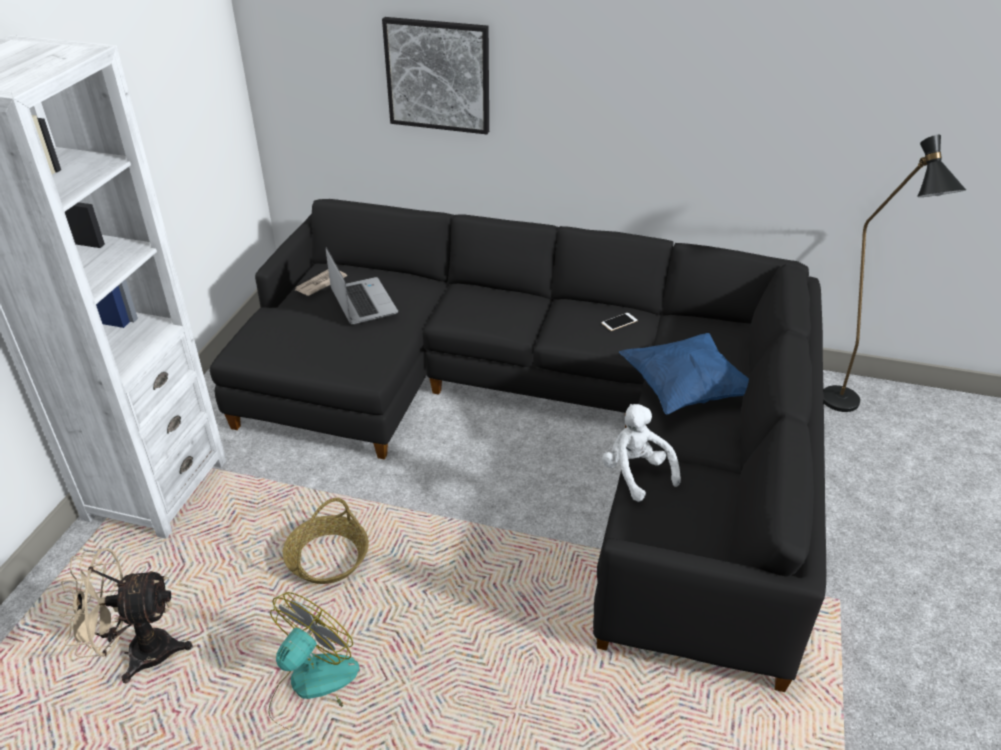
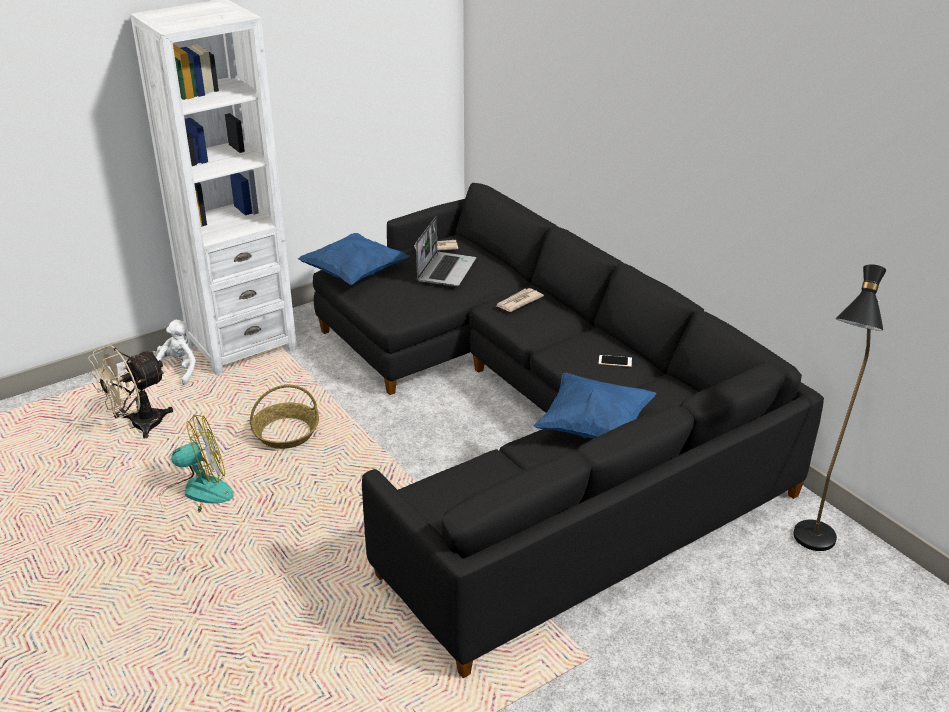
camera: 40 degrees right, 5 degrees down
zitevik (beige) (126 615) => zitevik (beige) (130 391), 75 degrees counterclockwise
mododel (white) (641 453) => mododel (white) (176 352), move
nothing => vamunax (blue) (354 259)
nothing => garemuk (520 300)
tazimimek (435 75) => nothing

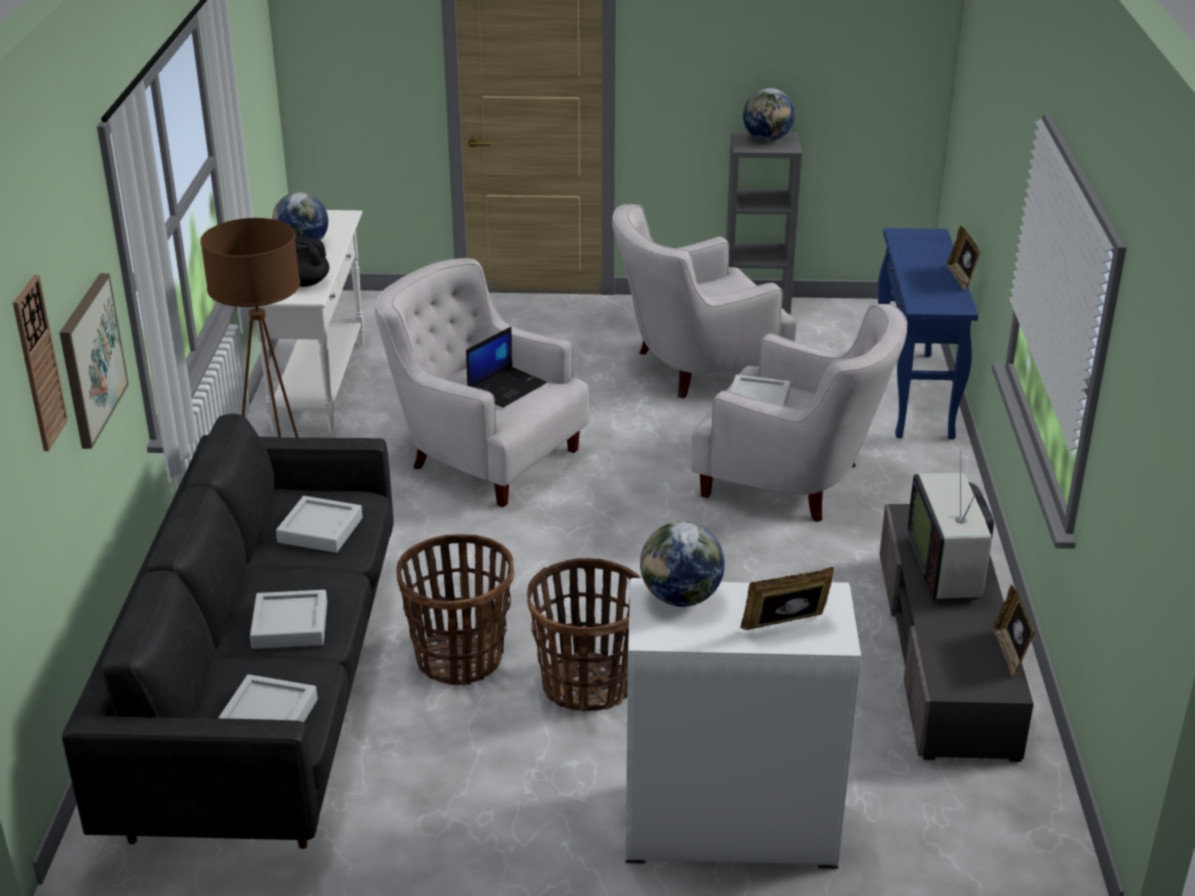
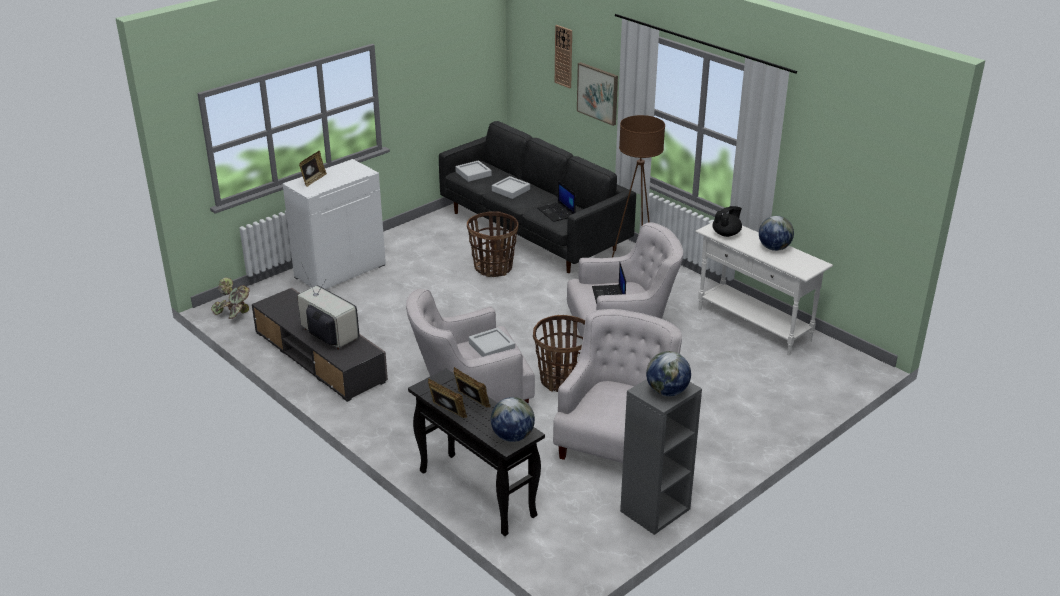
camera: 135 degrees right, 0 degrees up
nothing => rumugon (230 298)
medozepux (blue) (928 333) => medozepux (black) (476 452)
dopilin (1014 631) => dopilin (472 387), move
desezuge (682 564) => desezuge (513 419), move
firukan (583 635) => firukan (559 353), move
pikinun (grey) (319 524) => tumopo (556 201)

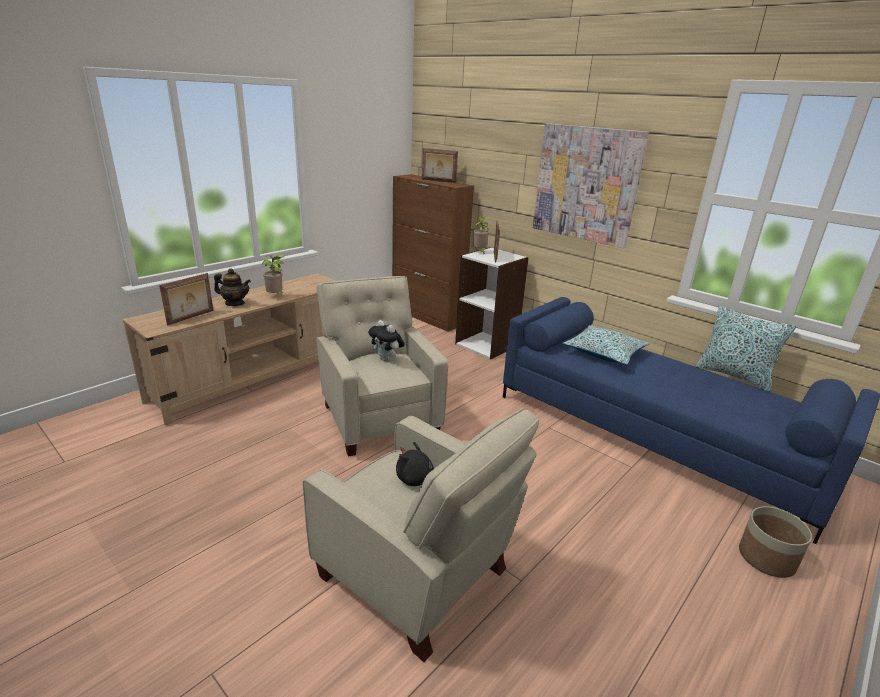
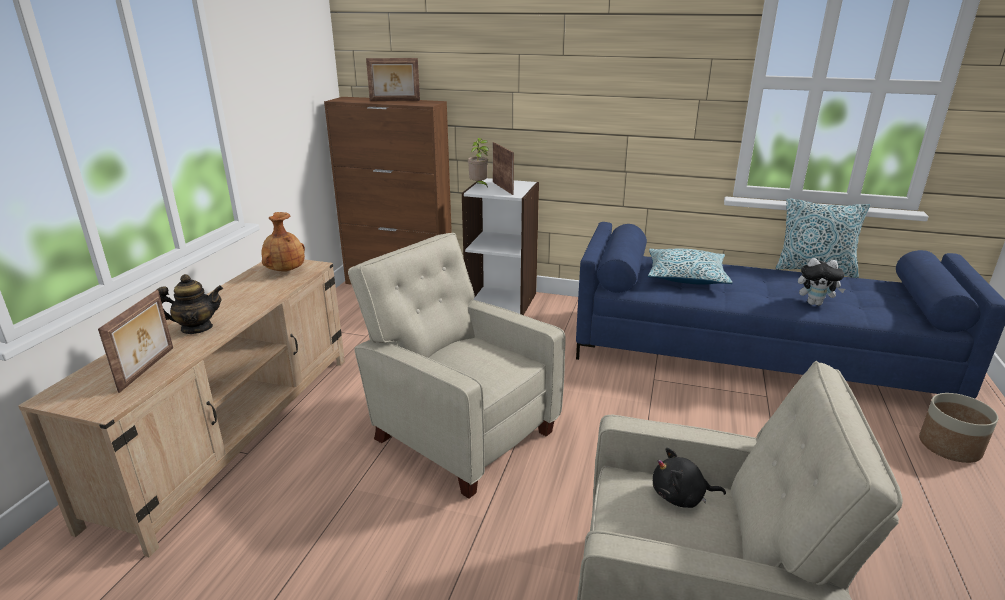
camera: 25 degrees left, 0 degrees up
nothing => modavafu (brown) (283 242)
mododel (386 340) => mododel (821 282), move
rumugon (273 274) => nothing
tazimimek (591 185) => nothing

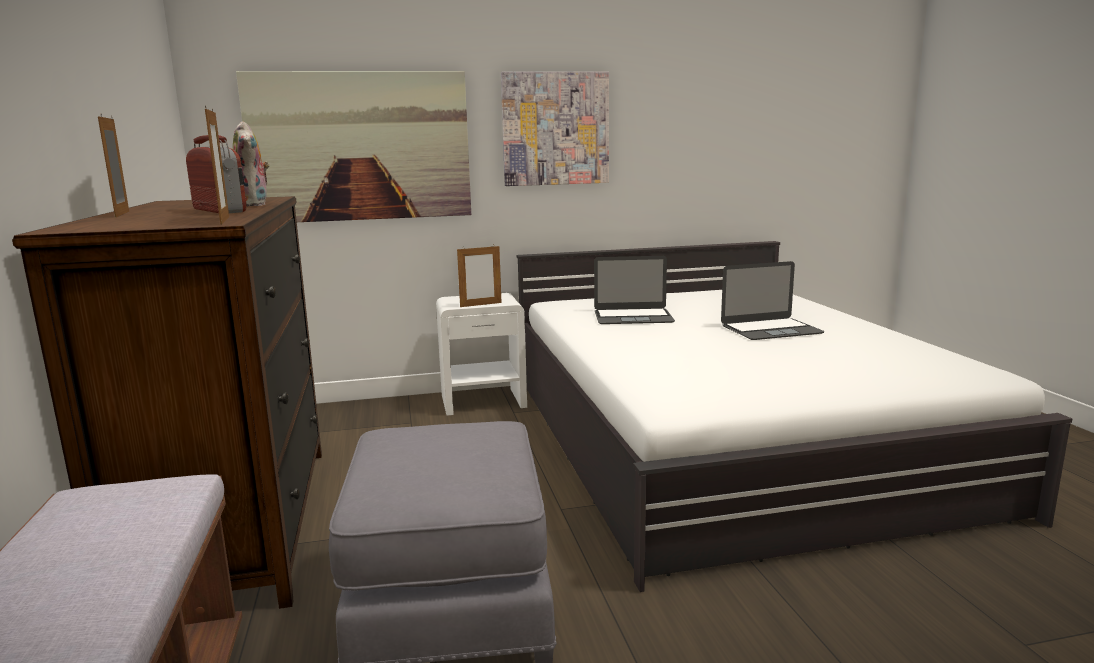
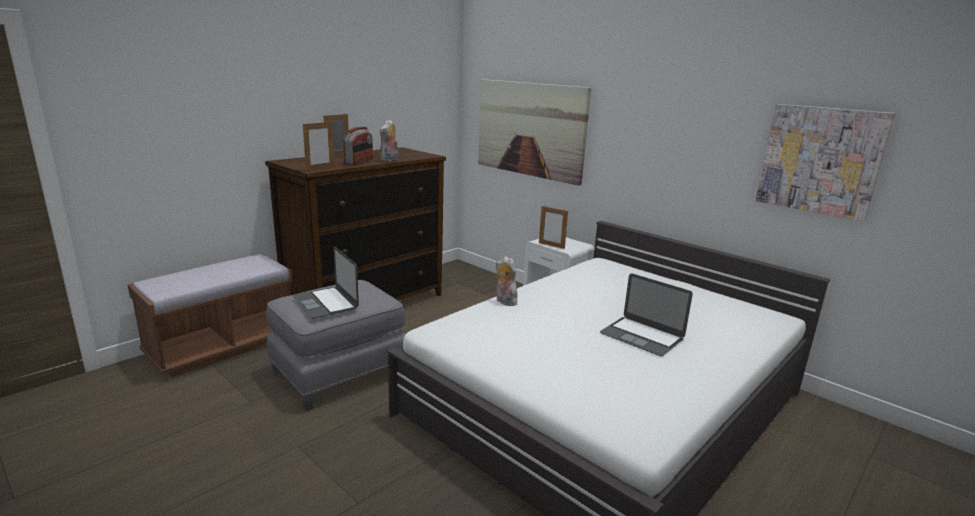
camera: 55 degrees right, 5 degrees up
tumopo (634 290) => tumopo (326 282), move
nothing => mododel (506 281)
tazimimek (555 129) => tazimimek (825 162), move

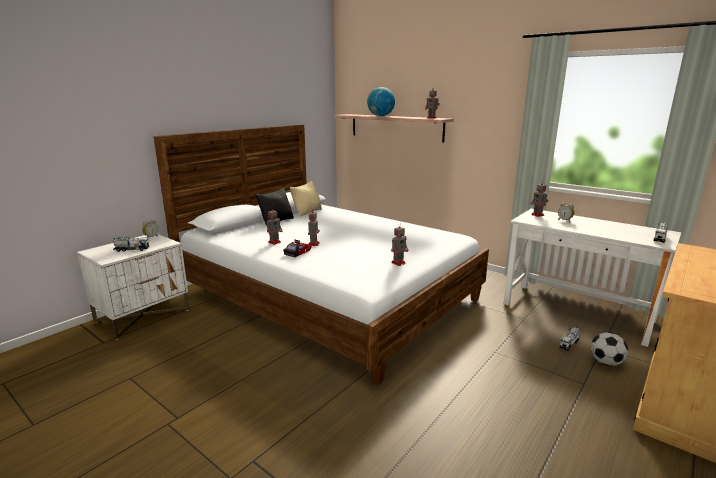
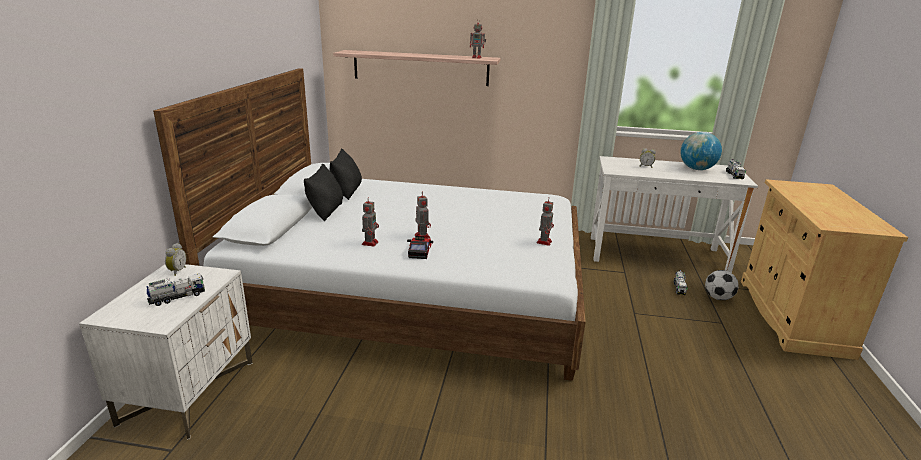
camera: 30 degrees left, 5 degrees up
vamunax (beige) (306 199) => vamunax (black) (345 174)
desezuge (381 101) => desezuge (701 151), move
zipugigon (539 199) => nothing

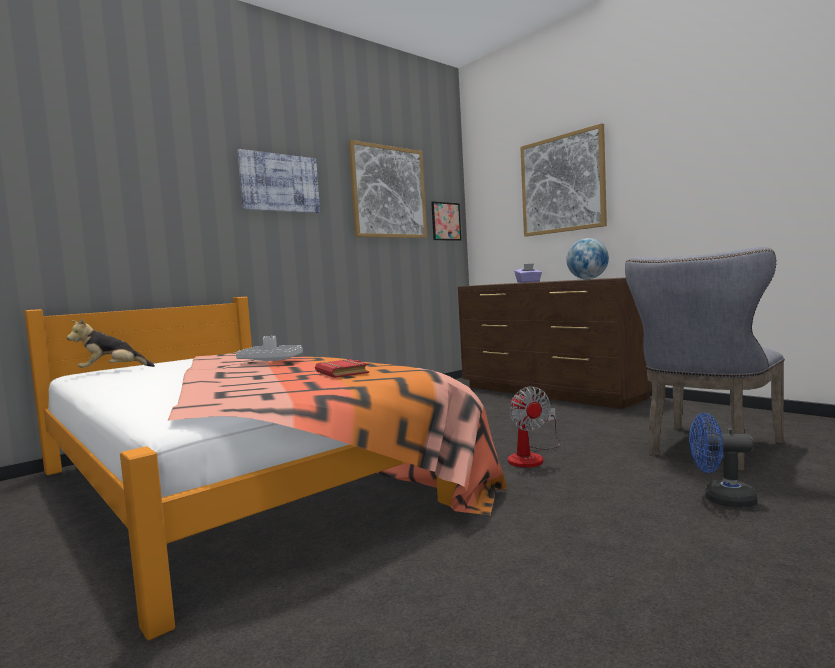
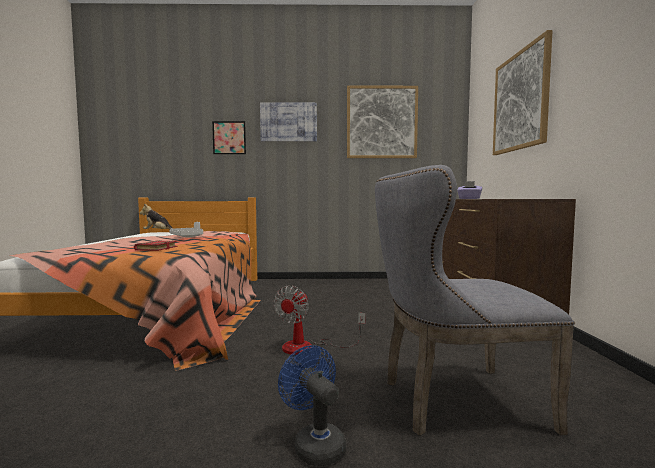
camera: 40 degrees right, 0 degrees up
tazimimek (446 221) => tazimimek (229 137), move
desezuge (587 258) => nothing

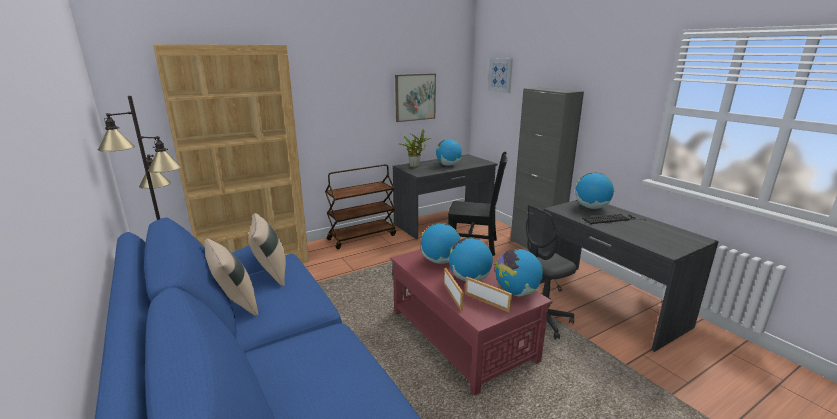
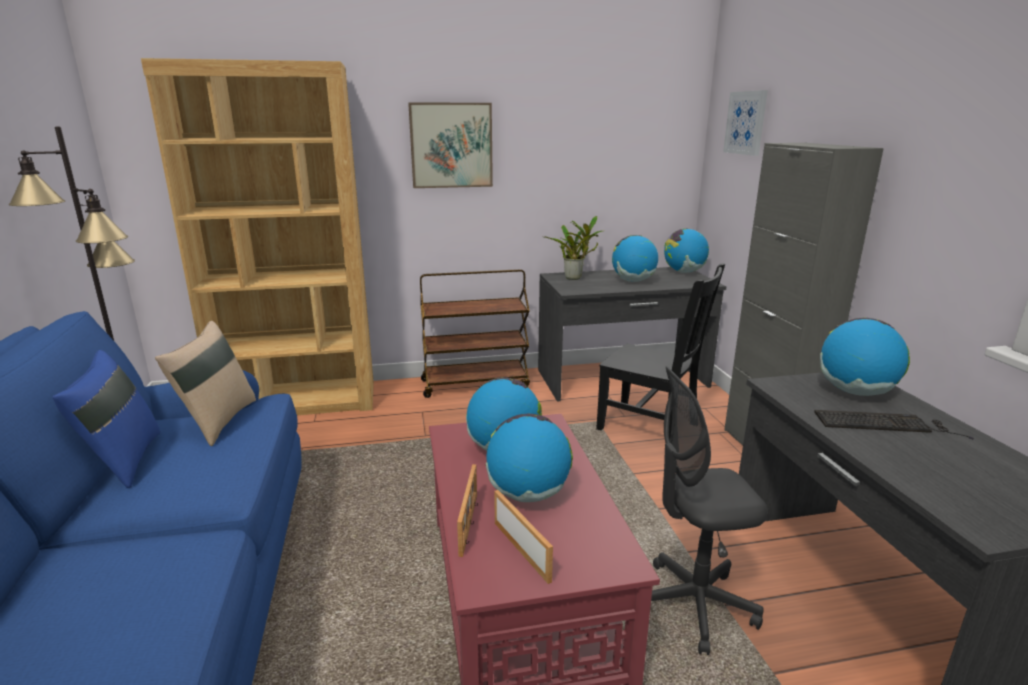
camera: 20 degrees right, 0 degrees up
vamunax (beige) (231 277) => vamunax (blue) (106 419)
tazimimek (415 97) => tazimimek (450 145), move
desezuge (519 272) => desezuge (686 250), move

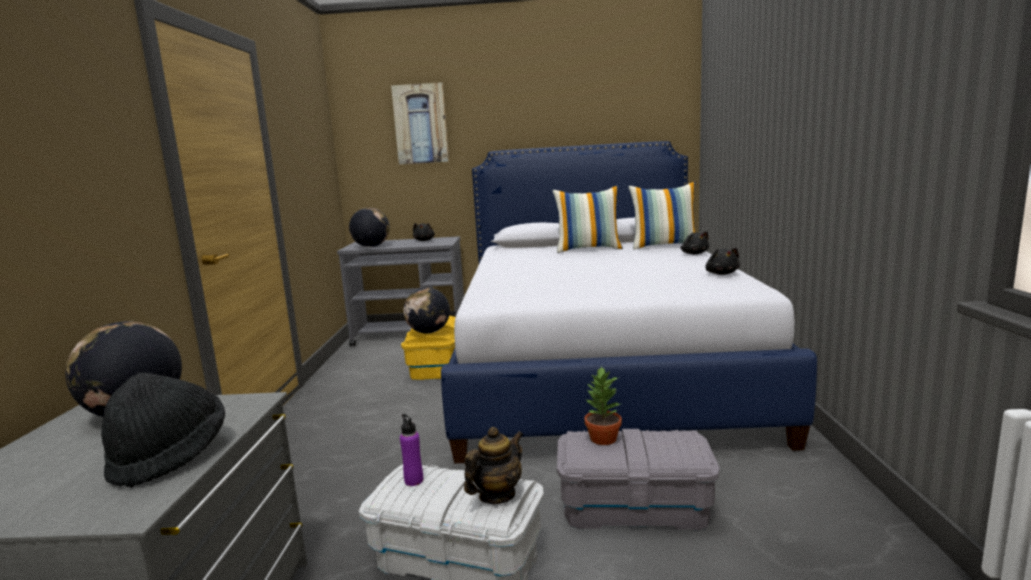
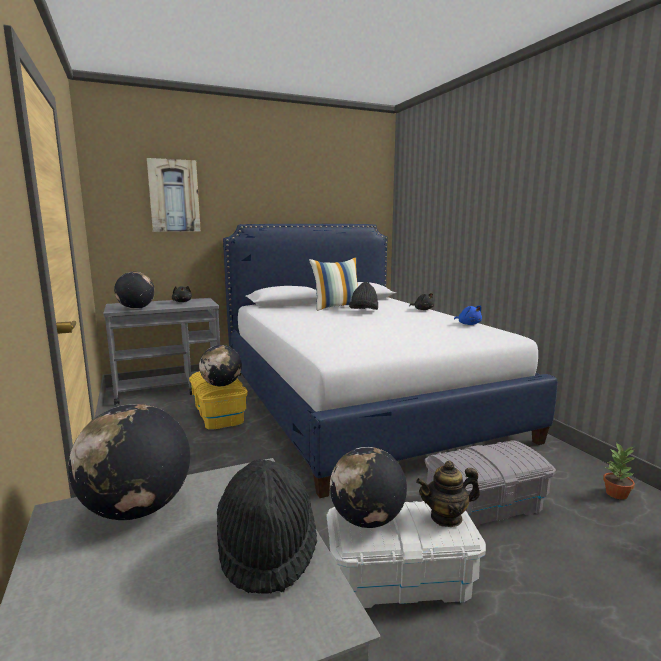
camera: 25 degrees left, 0 degrees up
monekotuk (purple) (411 450) => desezuge (368 487)
nothing => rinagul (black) (363 296)
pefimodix (493 465) => pefimodix (448 494), 120 degrees counterclockwise
mododel (black) (722 261) => mododel (blue) (468 315)
rumugon (603 405) => rumugon (619 471), move
vamunax (661 216) => nothing

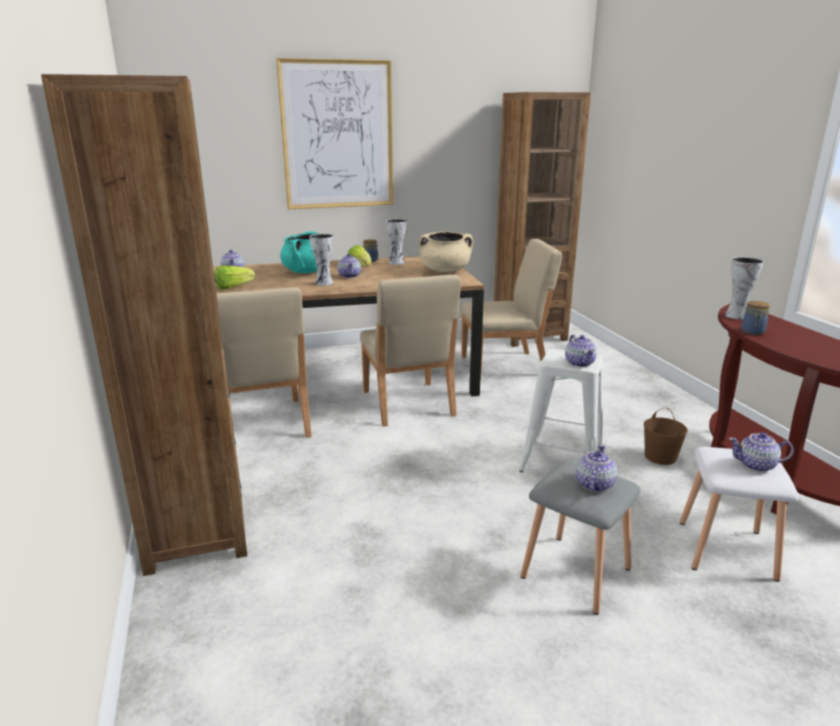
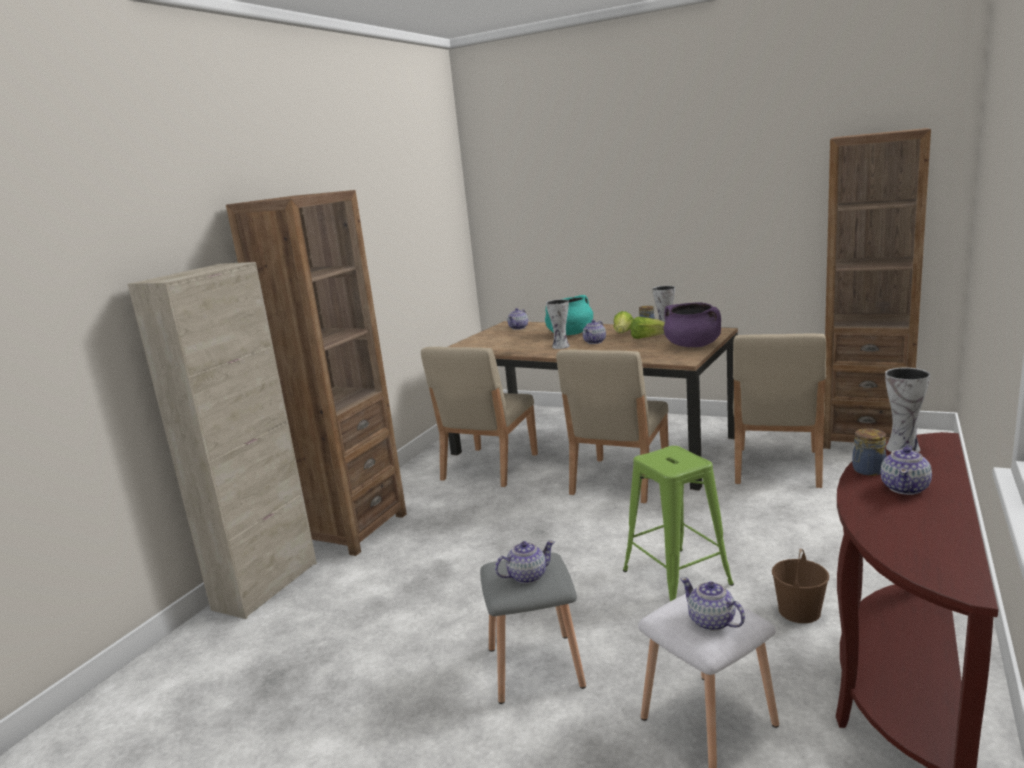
camera: 45 degrees right, 5 degrees down
nothing => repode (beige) (222 440)
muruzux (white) (561 410) => muruzux (green) (678 523)
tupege (234 277) => tupege (647 328), move
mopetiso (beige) (446 251) => mopetiso (purple) (692 325)
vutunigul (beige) (511 310) => vutunigul (beige) (779 411), 75 degrees clockwise
pefimodix (581 351) => pefimodix (906 470), move
tazimimek (334 133) => nothing

